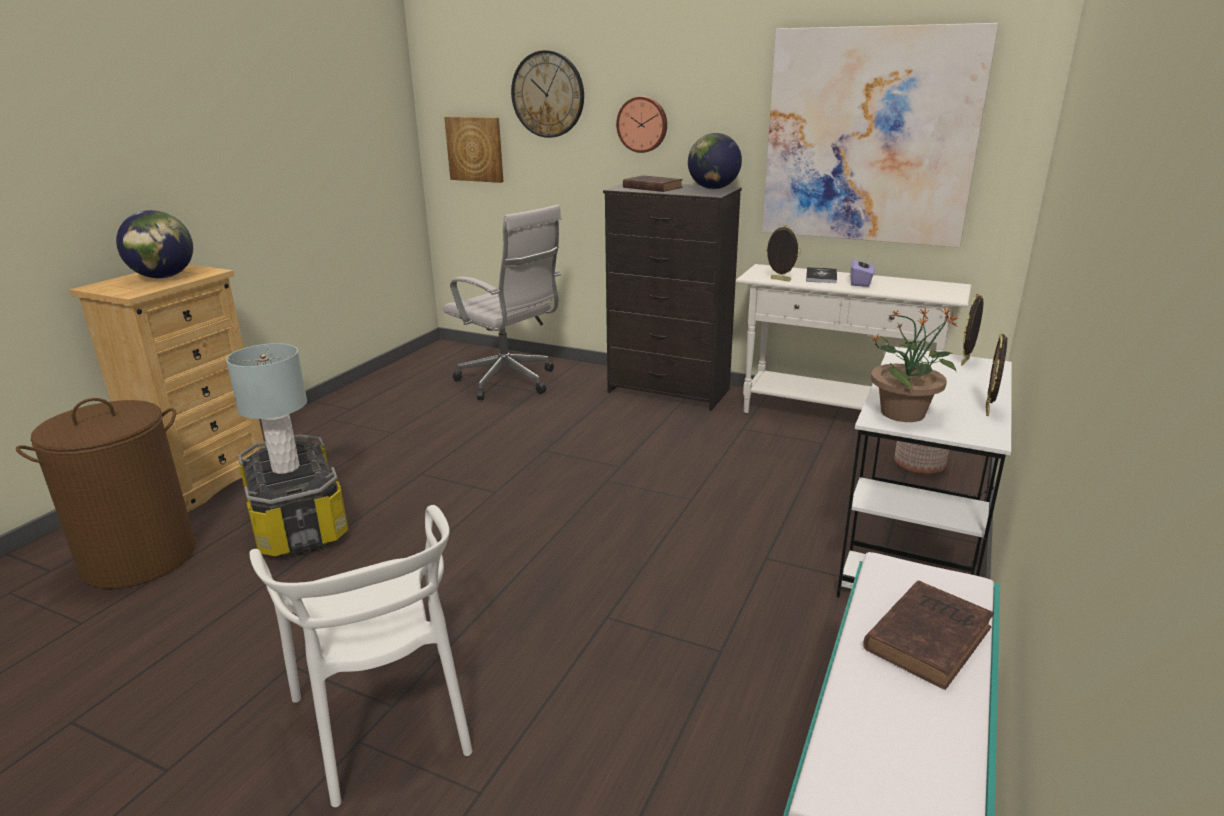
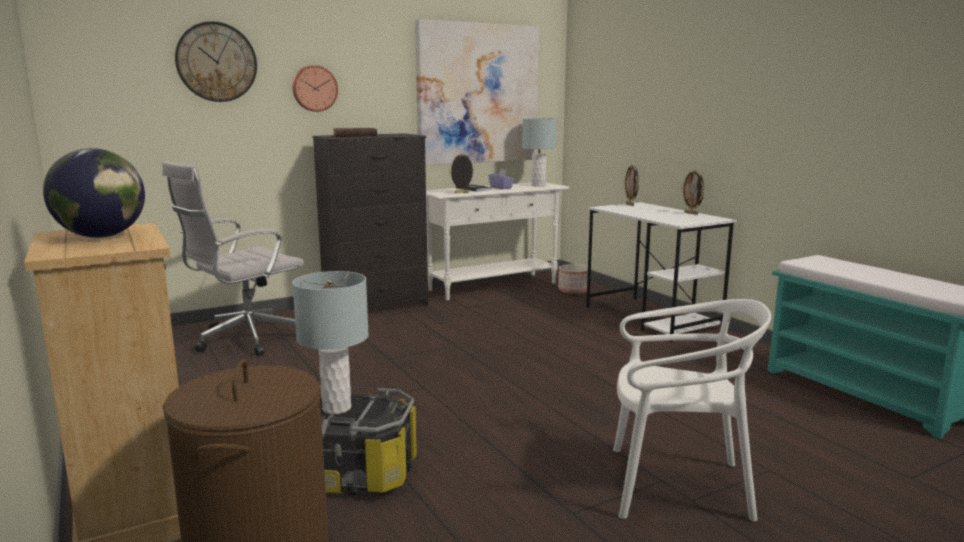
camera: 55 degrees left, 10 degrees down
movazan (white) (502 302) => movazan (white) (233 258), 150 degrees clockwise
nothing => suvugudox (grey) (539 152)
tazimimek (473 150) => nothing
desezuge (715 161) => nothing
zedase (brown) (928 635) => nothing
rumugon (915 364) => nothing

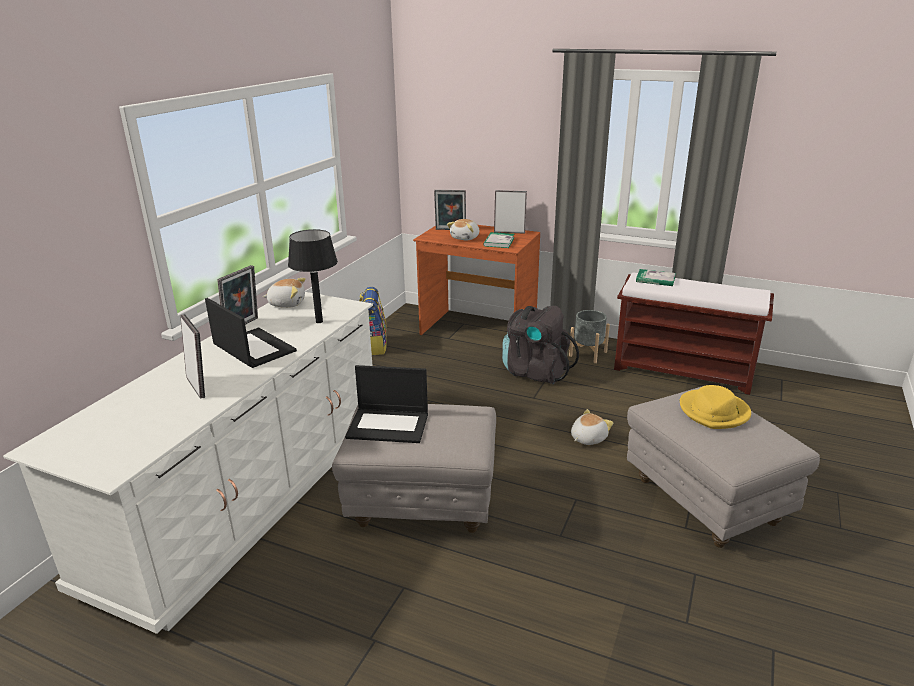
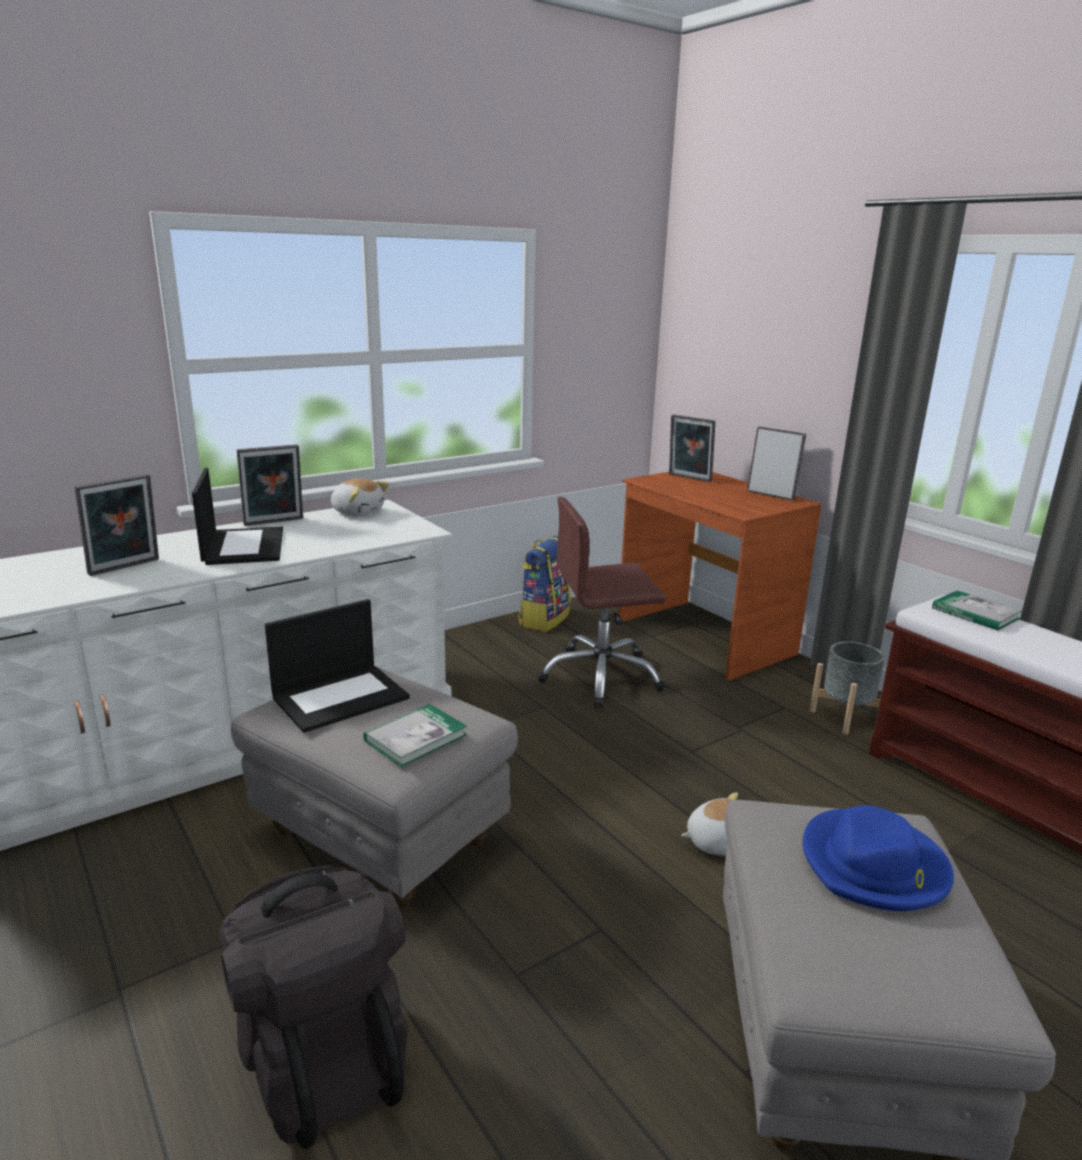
camera: 30 degrees right, 5 degrees down
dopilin (192 356) => dopilin (116 525), 45 degrees clockwise
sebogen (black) (540 345) => sebogen (black) (313 1007), move
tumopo (386 404) => tumopo (337 666), 75 degrees counterclockwise
zedase (498 240) => zedase (415 735), move
nothing => movazan (brown) (601 602)
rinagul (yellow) (715 407) => rinagul (blue) (878 858)
suvugudox (black) (313 276) => nothing
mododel (463 229) => nothing

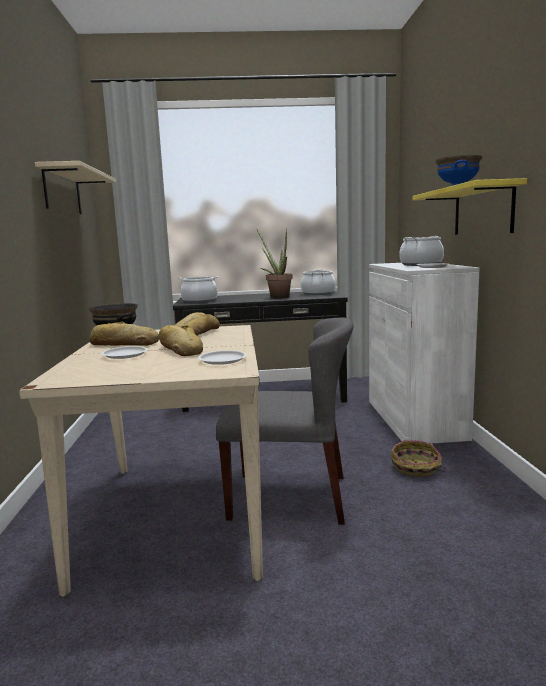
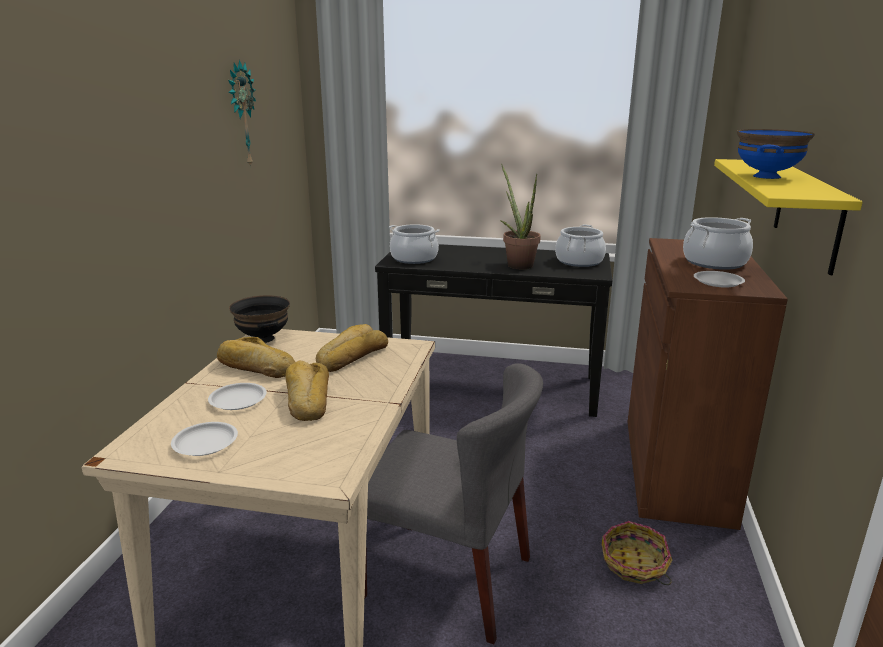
camera: 15 degrees right, 10 degrees up
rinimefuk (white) (222 357) => rinimefuk (white) (204 439), move
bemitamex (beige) (75 187) => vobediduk (242 114)
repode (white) (424 353) => repode (brown) (707 384)

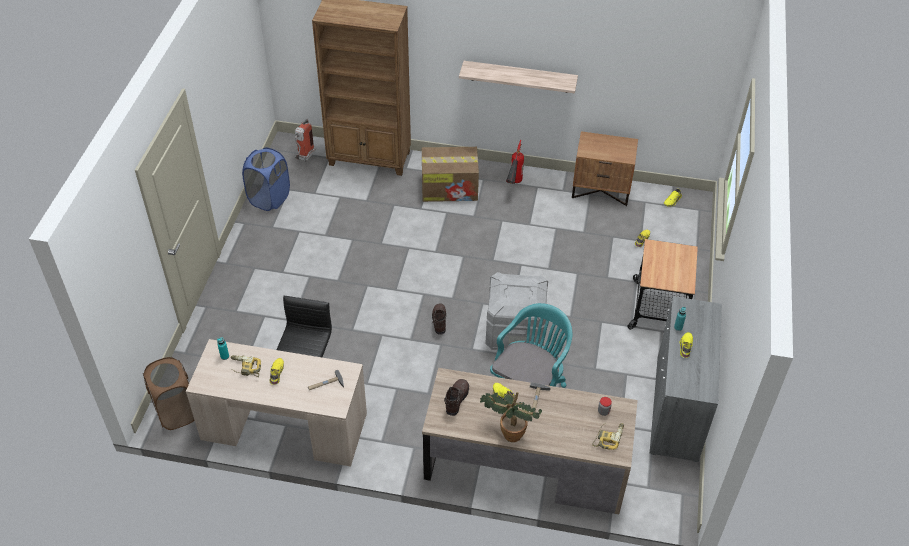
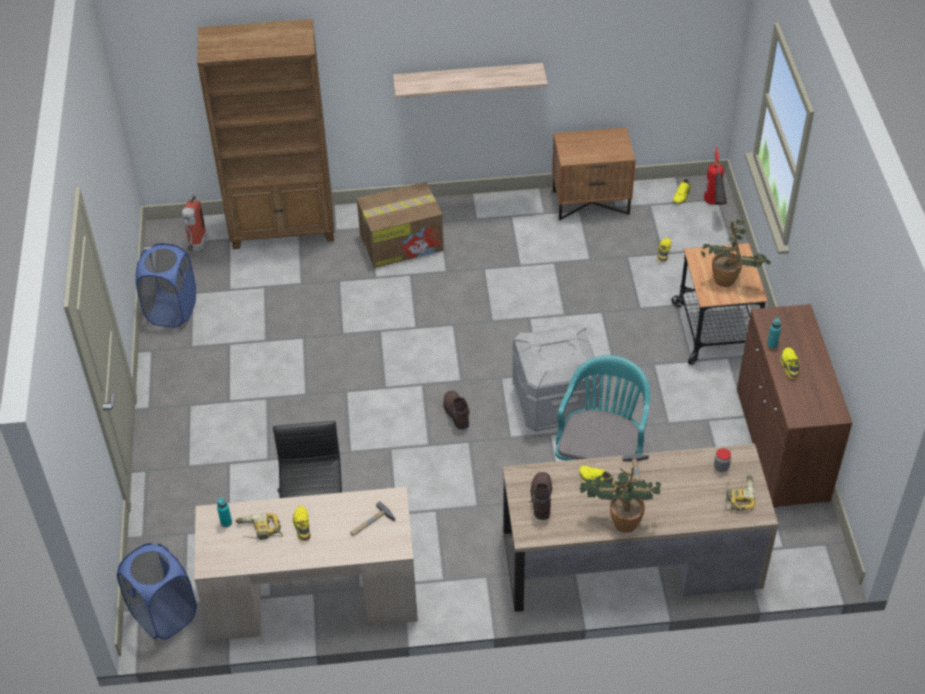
camera: 15 degrees left, 0 degrees up
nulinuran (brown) (168 393) => nulinuran (blue) (157 591)
nothing => rumugon (736 253)
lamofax (515 162) => lamofax (715 176), move
repode (grey) (686 379) => repode (brown) (795 406)

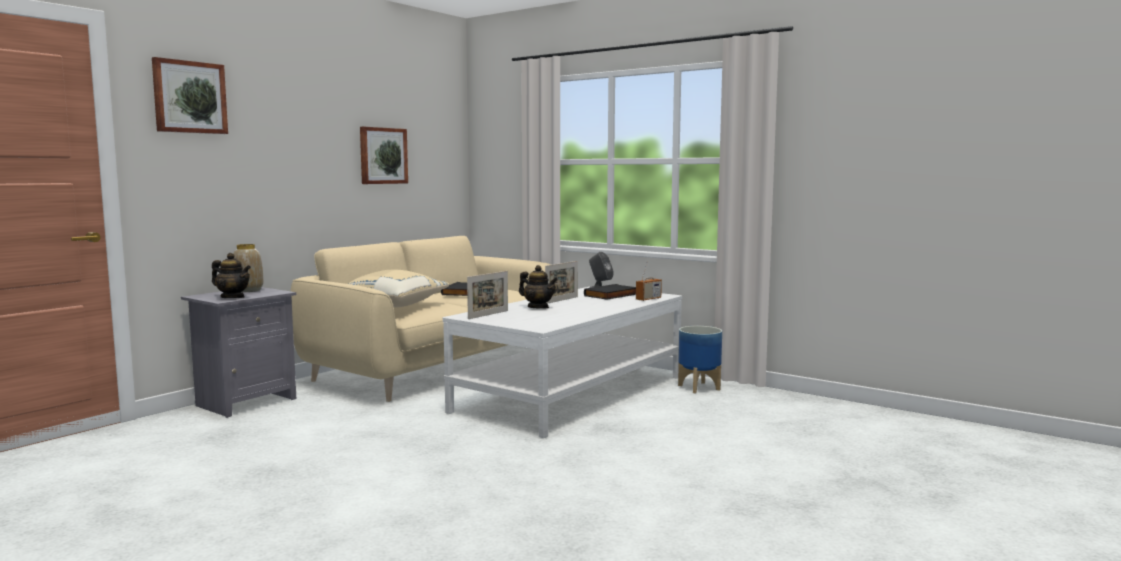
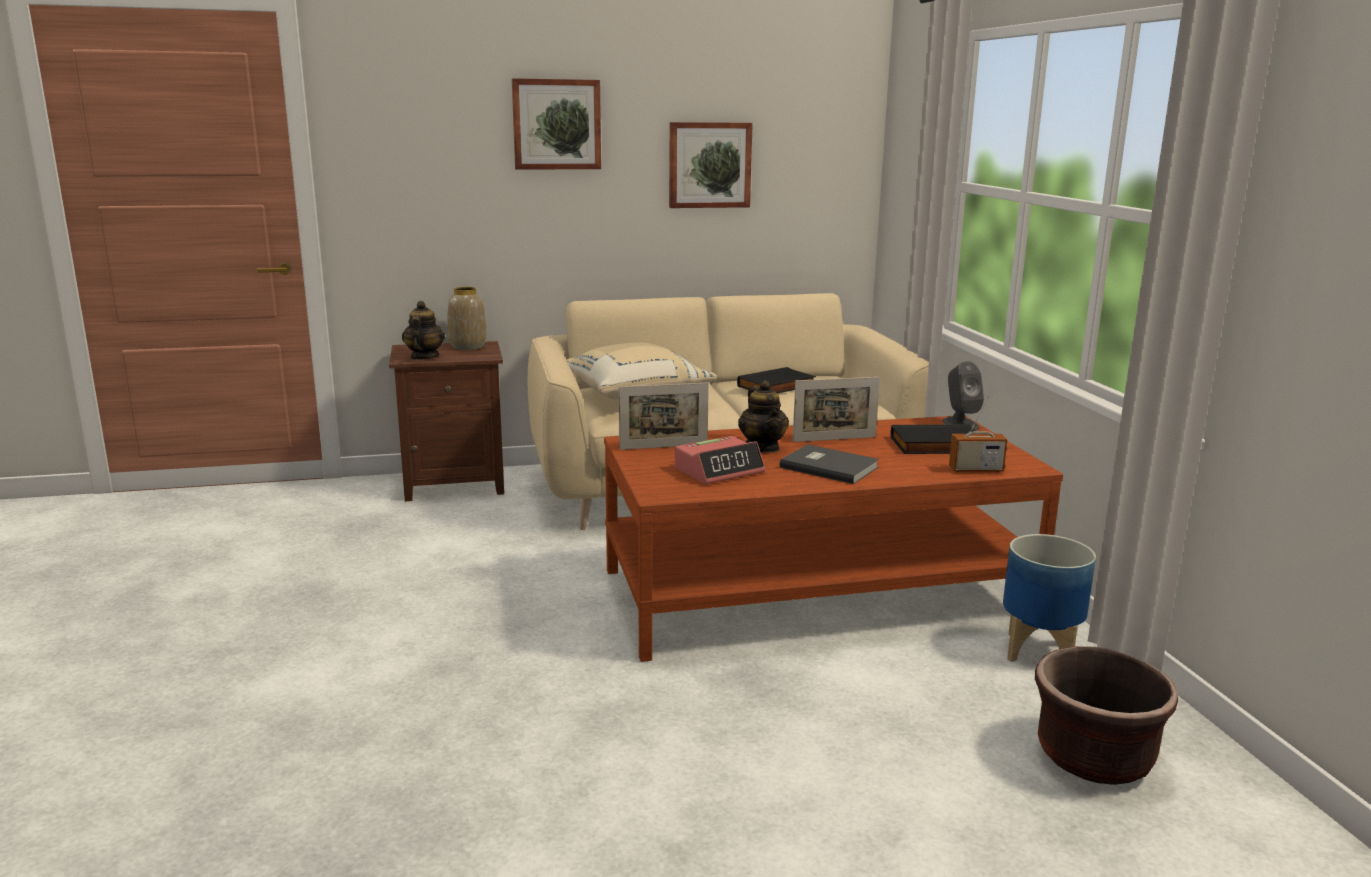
camera: 40 degrees right, 10 degrees up
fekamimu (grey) (238 352) => fekamimu (brown) (446 421)
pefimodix (231 275) => pefimodix (423 330), 150 degrees counterclockwise
tazimimek (190 95) => tazimimek (556 123), move
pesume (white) (562 362) => pesume (brown) (833 539)
nothing => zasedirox (720 460)
nothing => zedase (grey) (829 464)
nothing => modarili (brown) (1106 715)

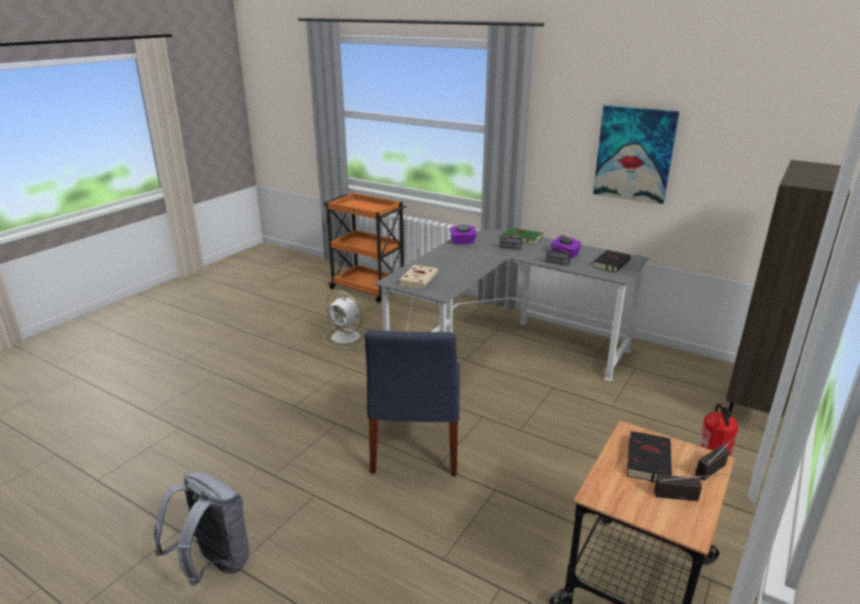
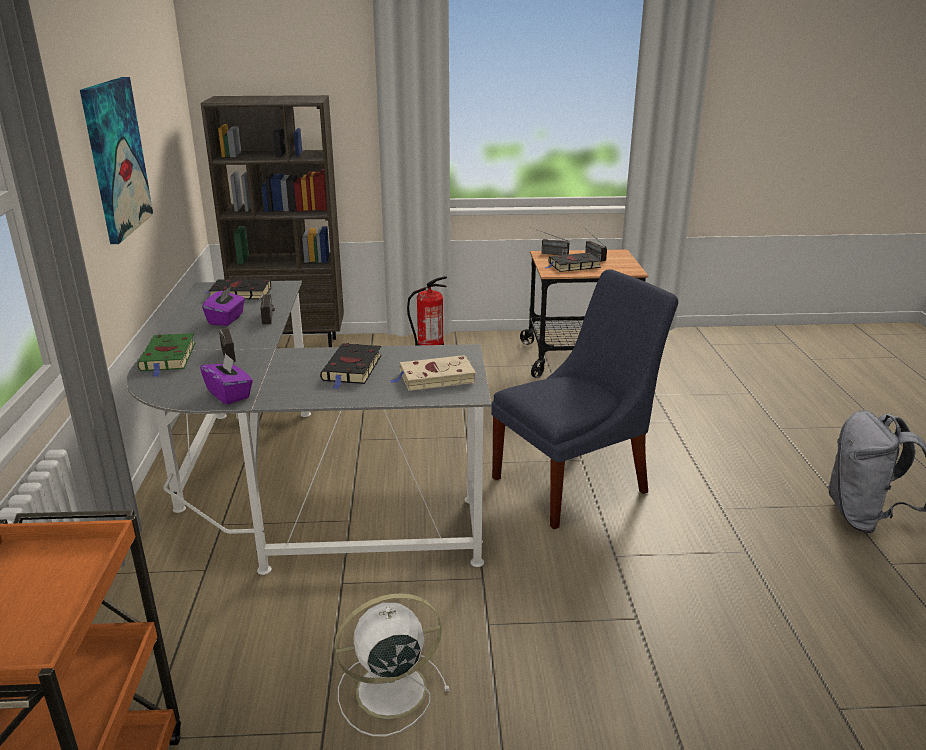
camera: 125 degrees left, 0 degrees up
nothing => zedase (black) (351 366)
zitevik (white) (344 319) => zitevik (white) (392 664), 105 degrees counterclockwise

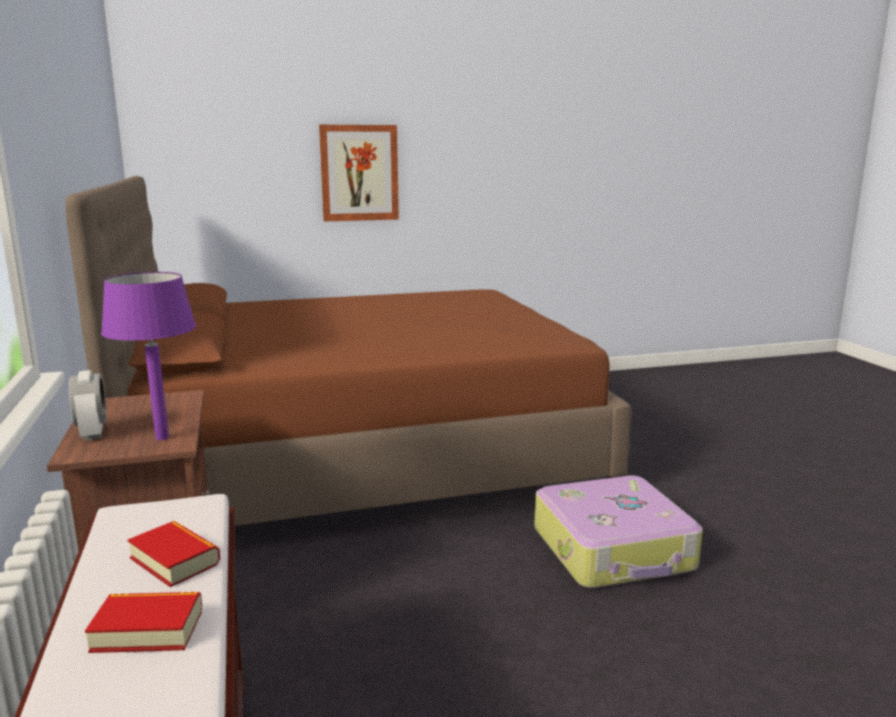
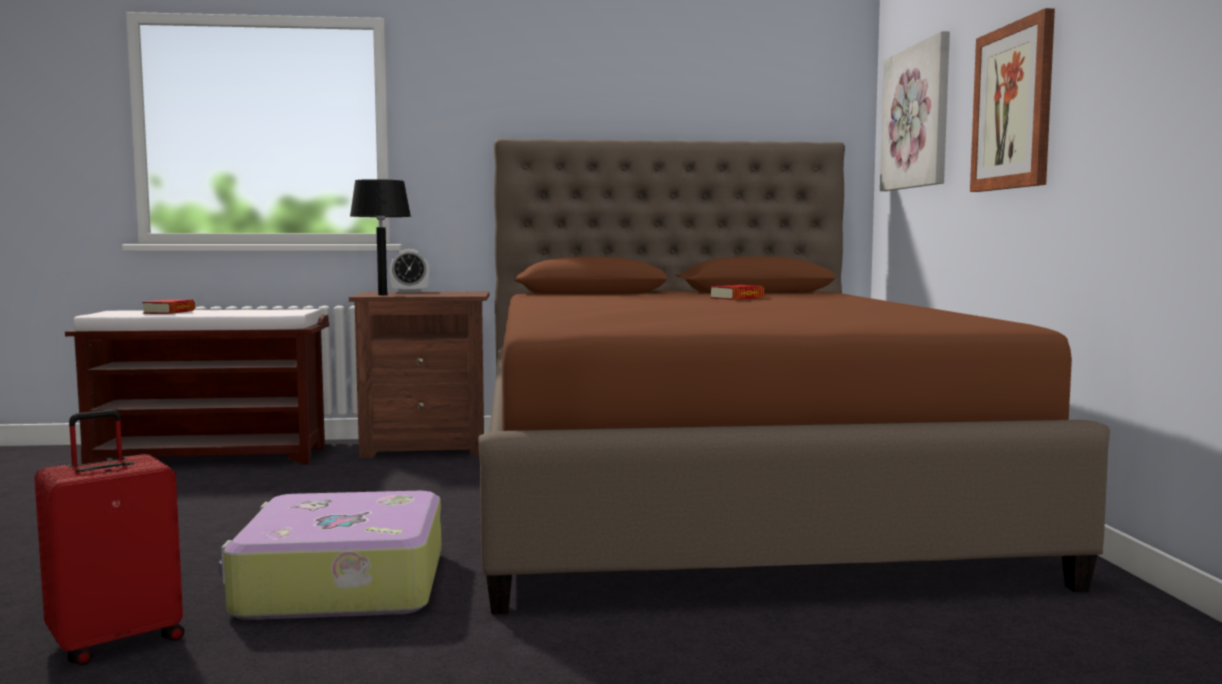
camera: 100 degrees right, 10 degrees down
nothing => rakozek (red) (109 537)
suvugudox (purple) (148 356) => suvugudox (black) (380 237)
zedase (173 554) => zedase (737 292), move
nothing => tazimimek (915 111)

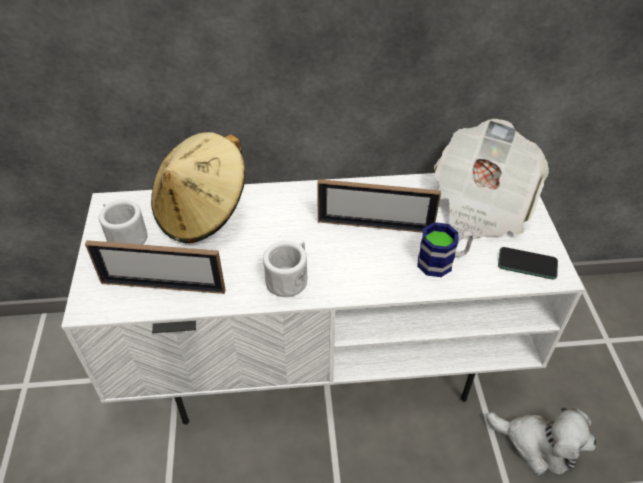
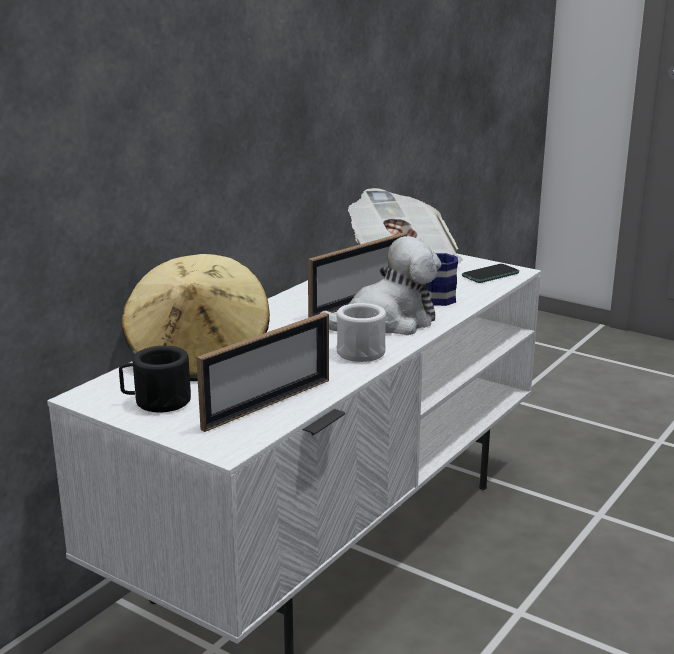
camera: 50 degrees left, 25 degrees down
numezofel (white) (123 222) => numezofel (black) (155 379)
mododel (541 441) => mododel (380 285), move

